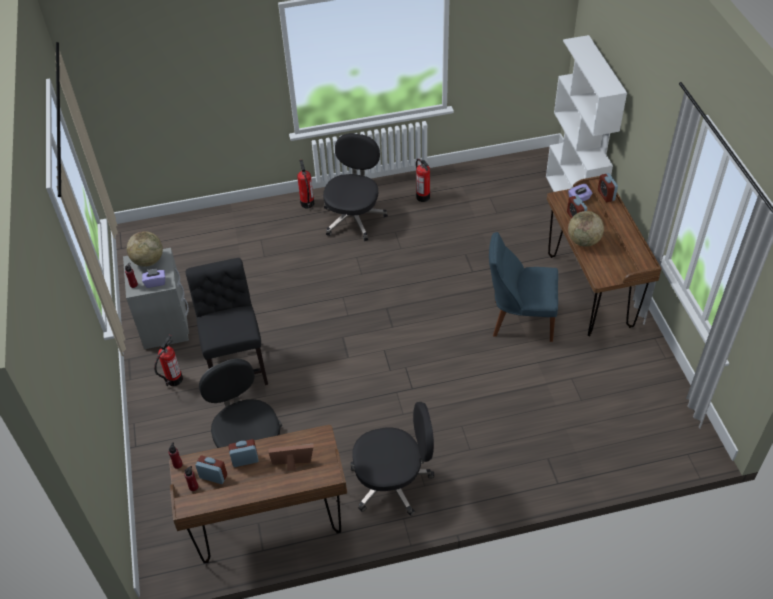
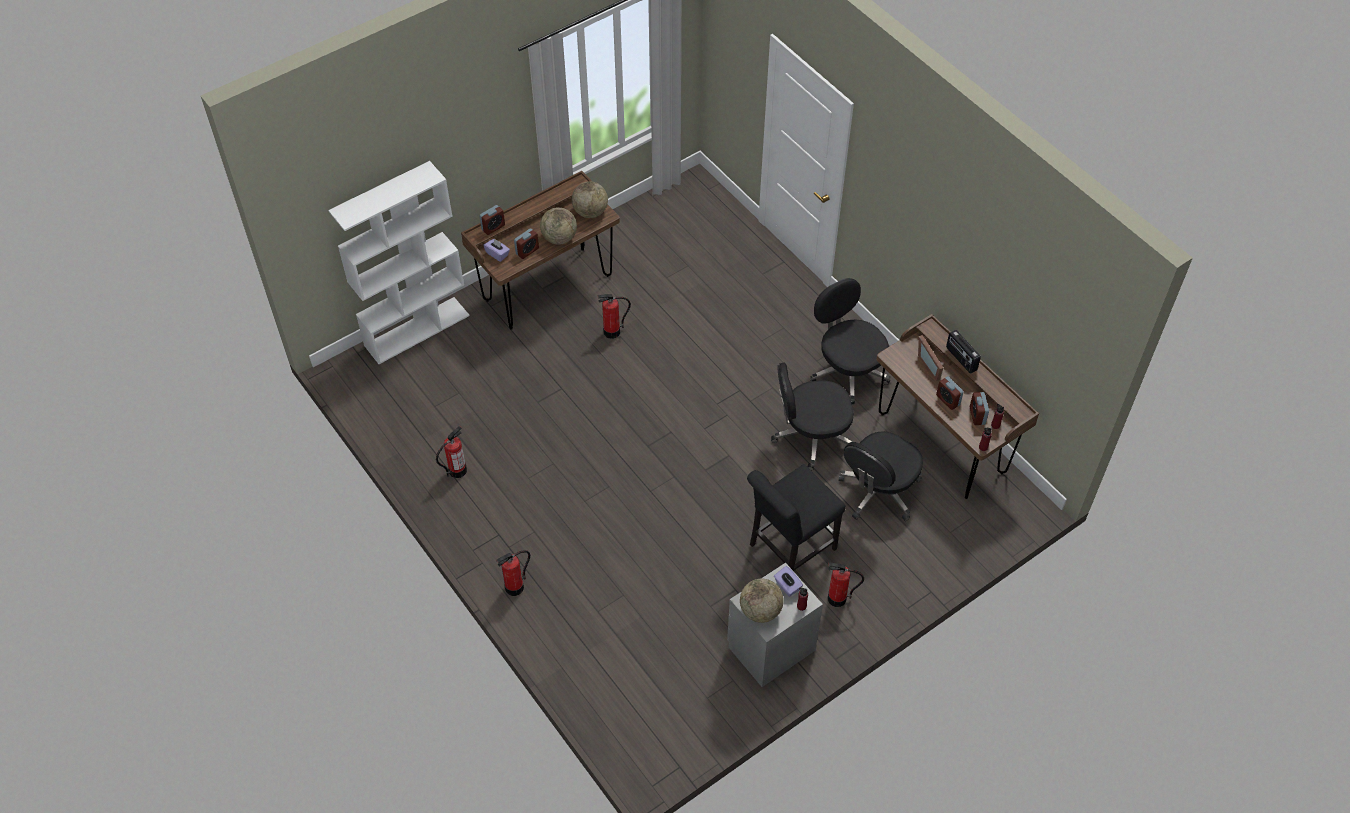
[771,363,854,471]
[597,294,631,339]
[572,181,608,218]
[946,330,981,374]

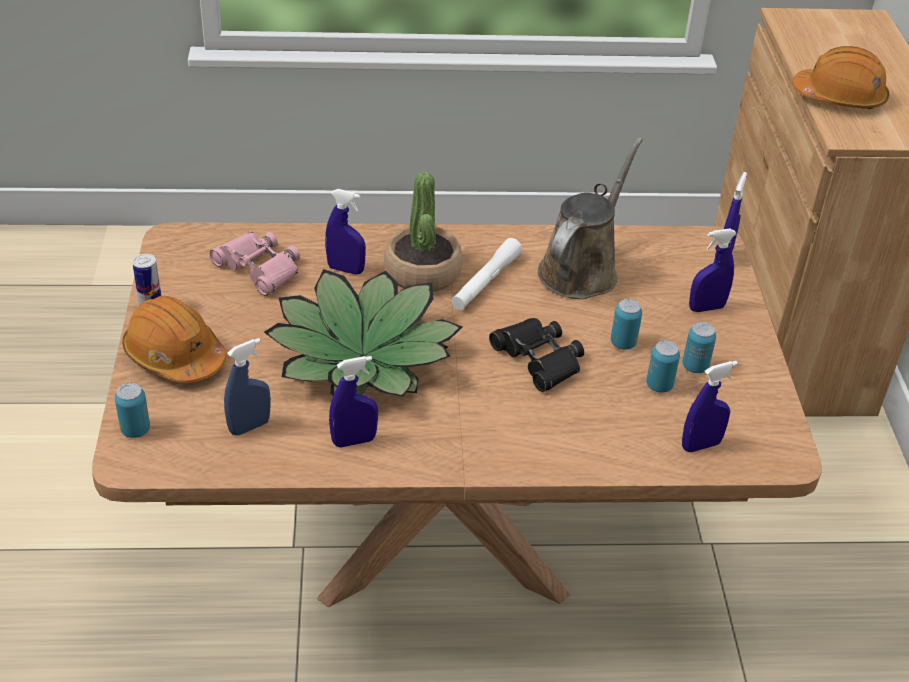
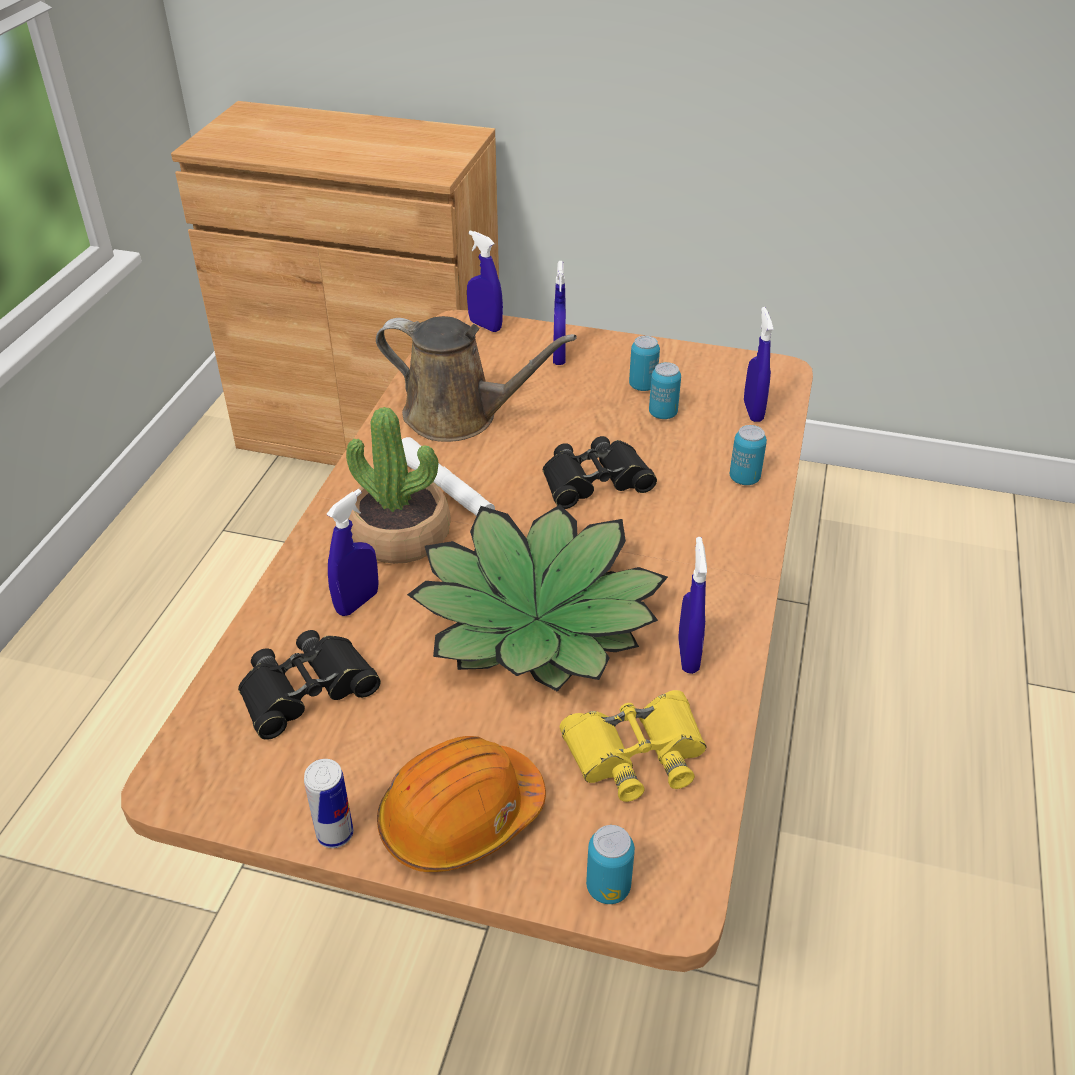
[238,630,381,740]
[560,690,706,802]
[376,316,577,442]
[730,425,767,485]
[792,46,889,109] (first image)

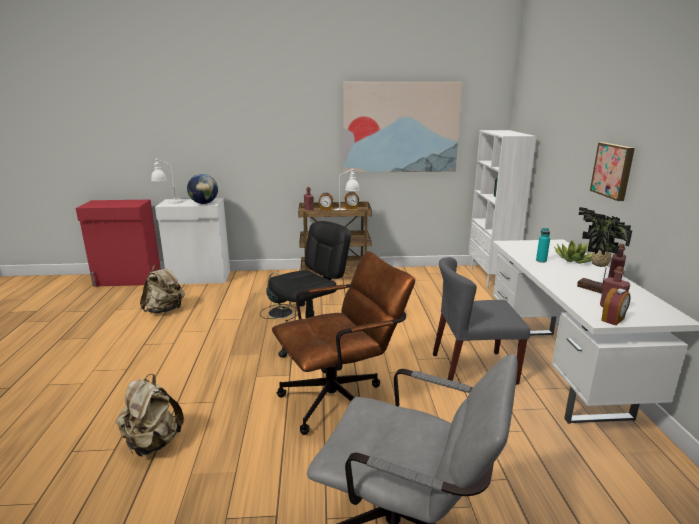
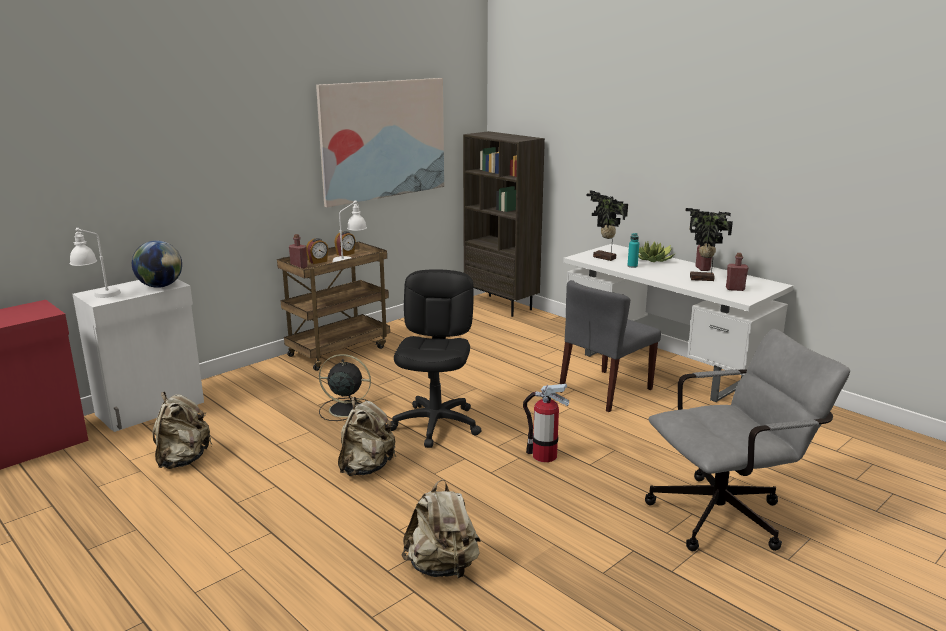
[523,384,569,462]
[463,131,545,317]
[590,142,635,201] (first image)
[601,288,631,325] (first image)
[338,397,396,476]
[587,190,628,261]

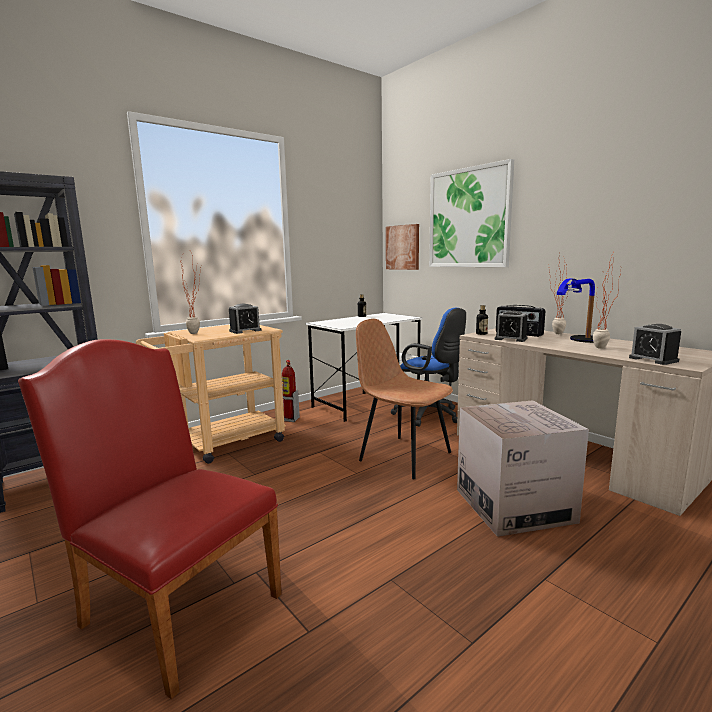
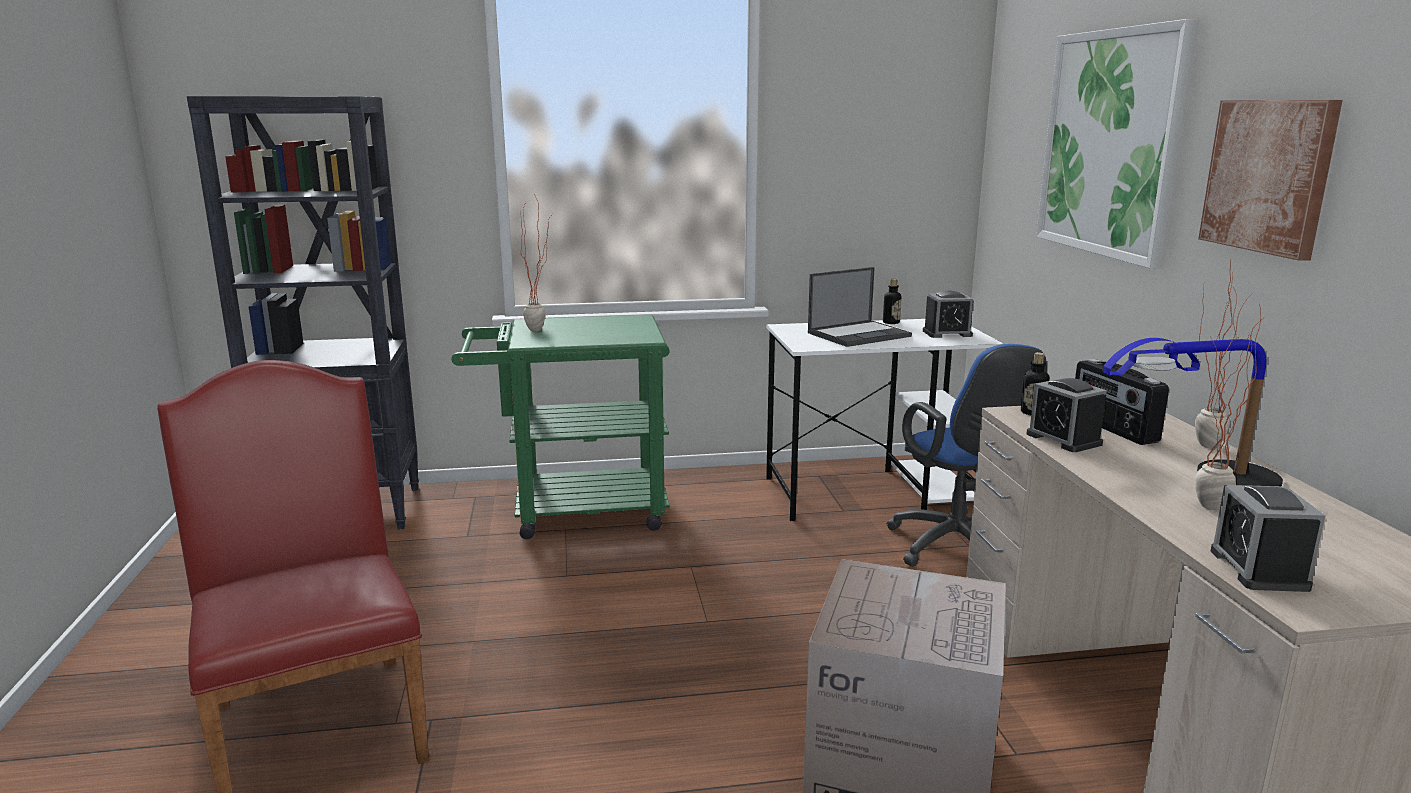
[452,315,670,539]
[923,290,973,338]
[282,360,300,422] (first image)
[356,319,453,479] (first image)
[1198,100,1343,261]
[808,267,912,347]

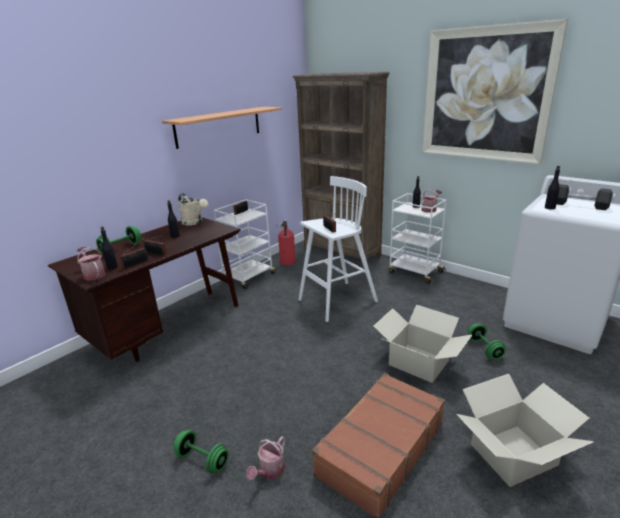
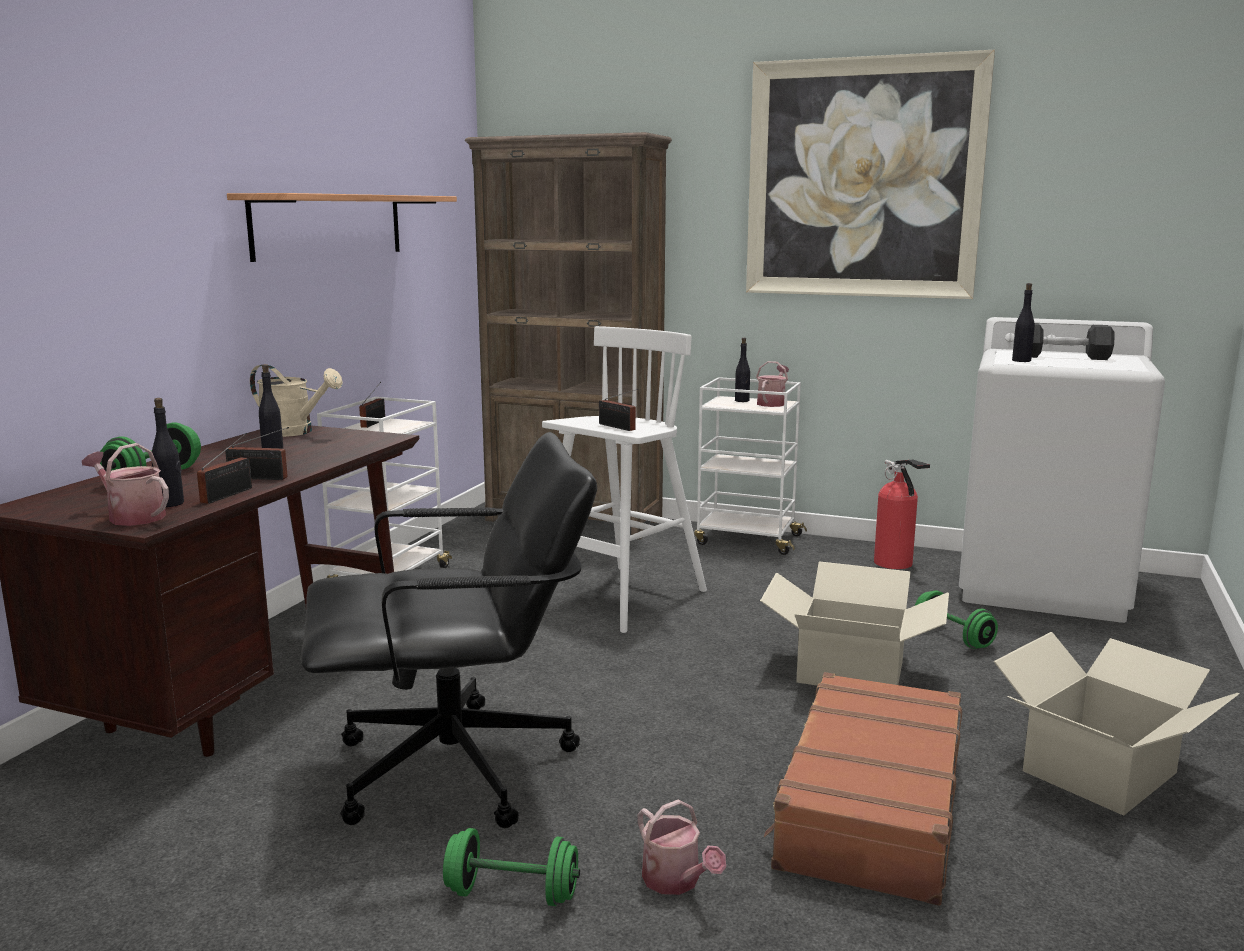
[637,800,726,895]
[874,459,930,569]
[301,432,597,828]

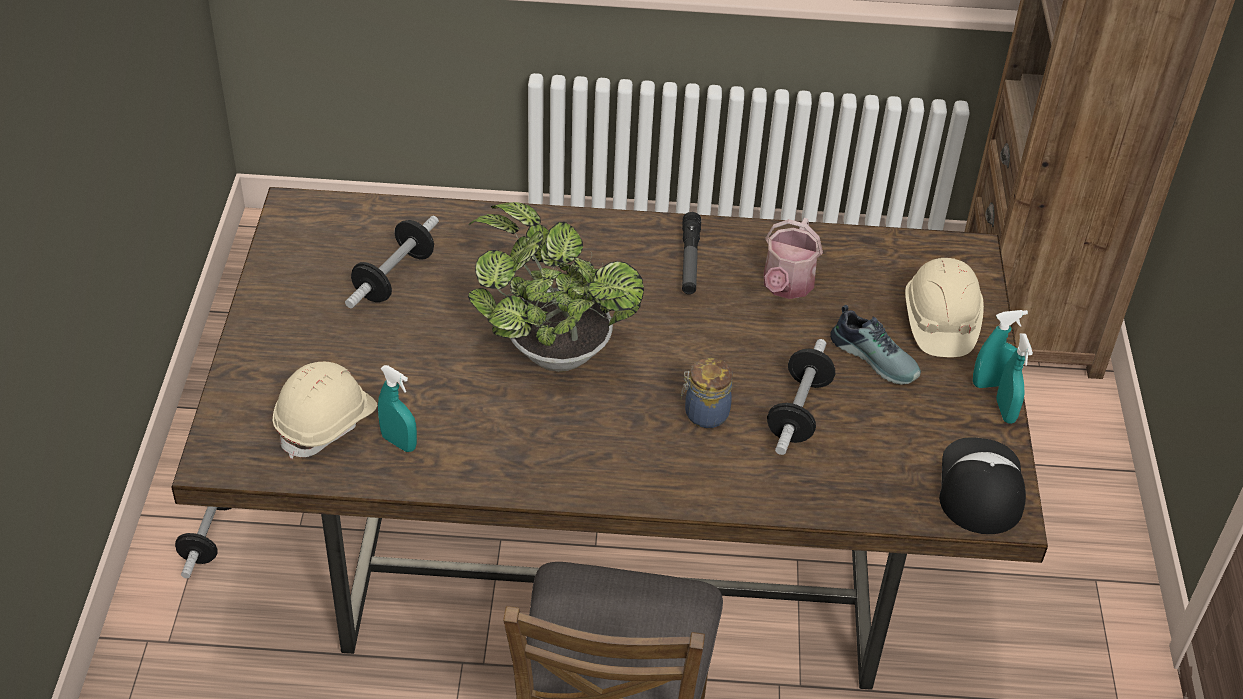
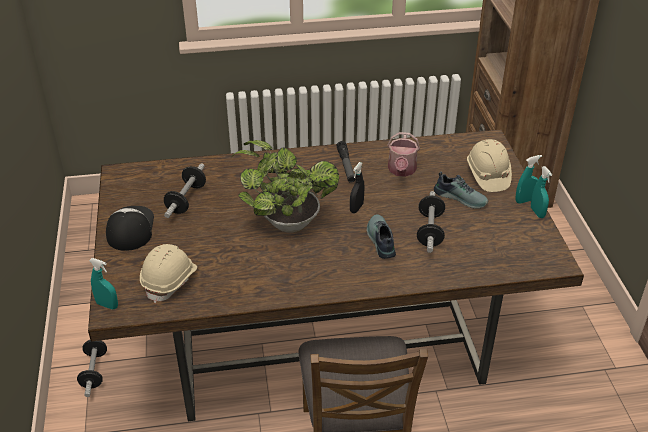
[89,258,118,310]
[366,214,396,259]
[106,206,154,251]
[350,162,365,213]

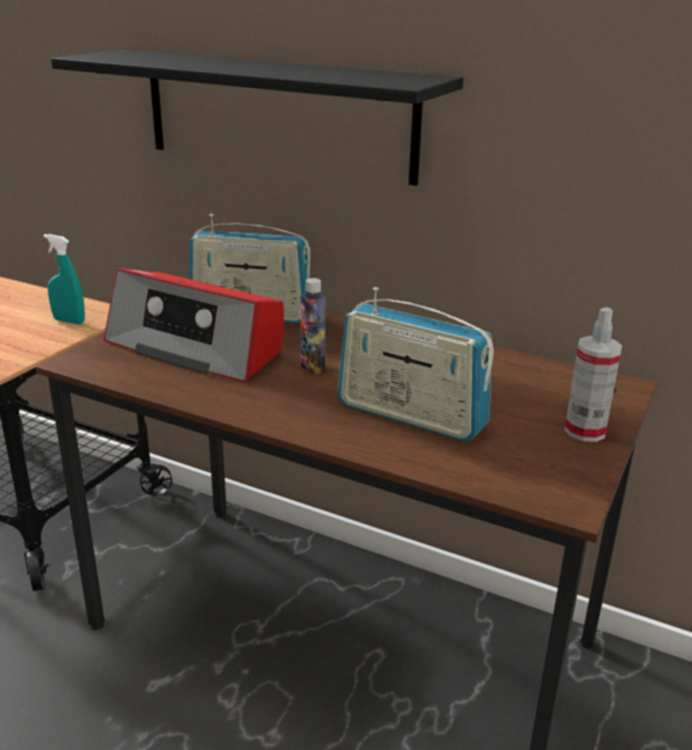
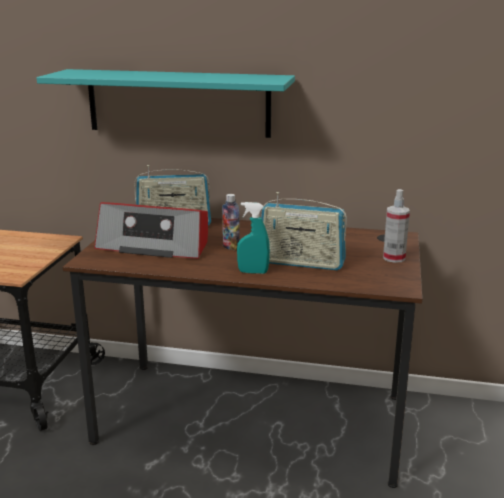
[237,202,270,274]
[37,69,295,138]

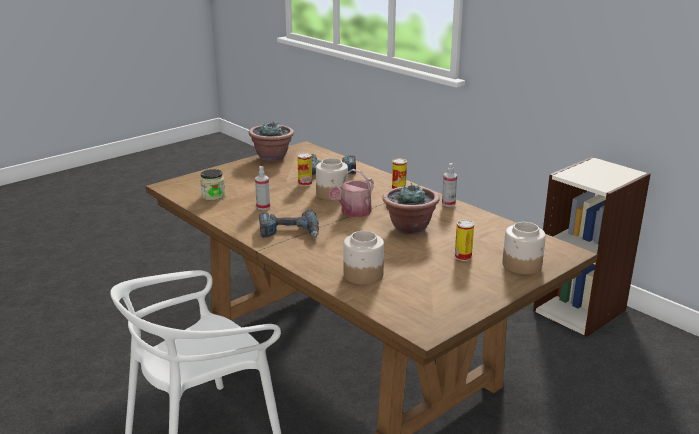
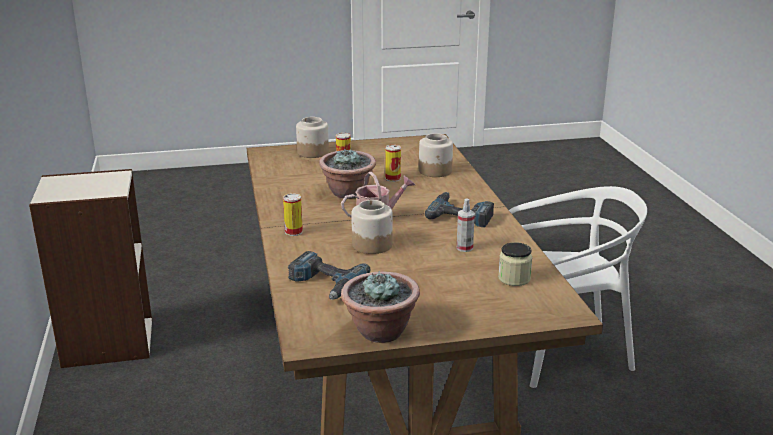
[385,145,401,182]
[442,163,457,207] (first image)

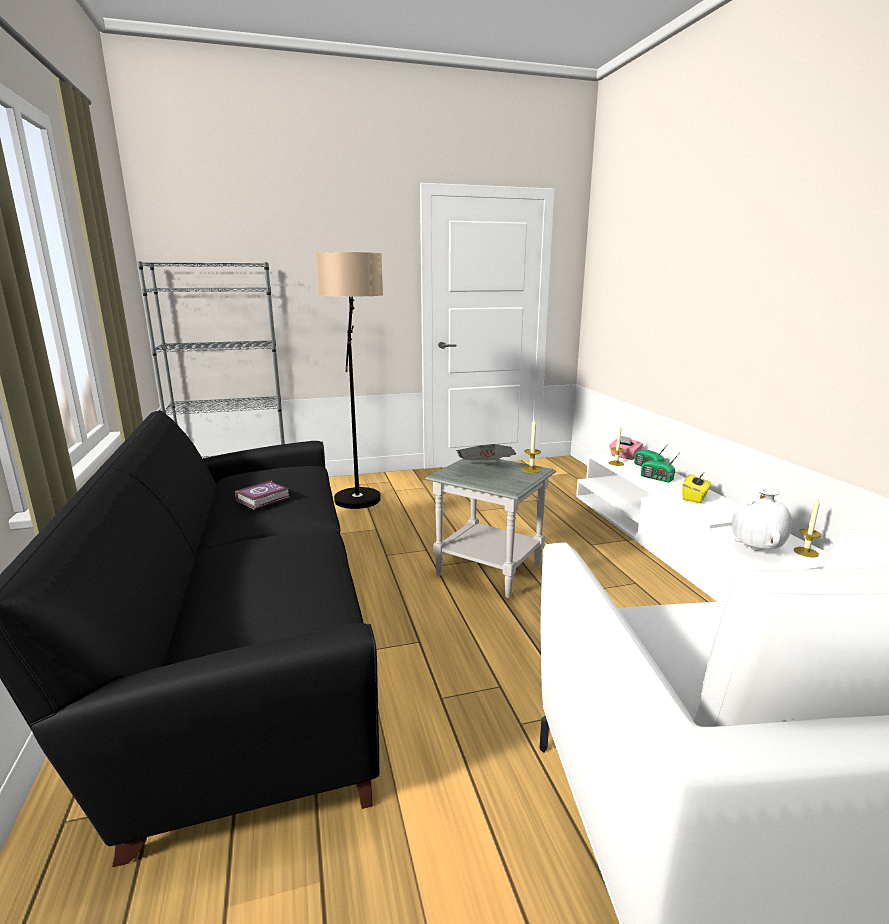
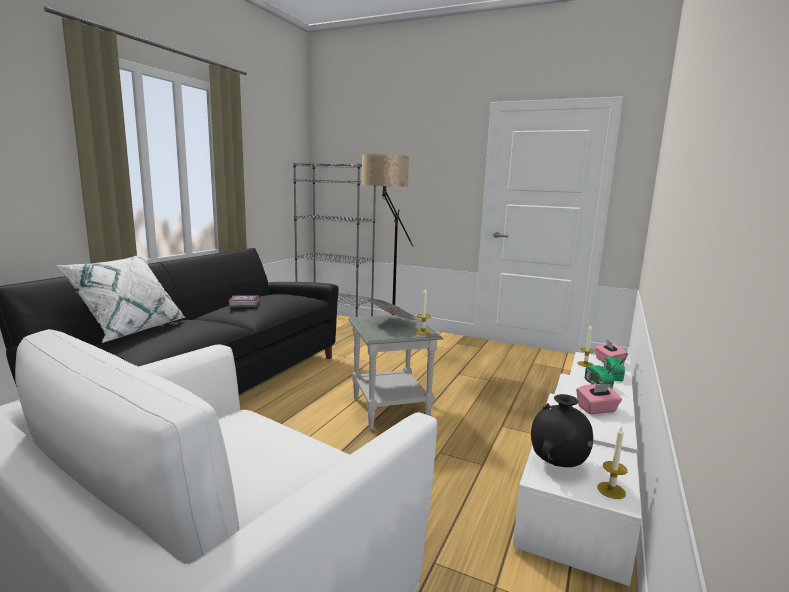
[576,384,622,414]
[531,394,593,467]
[56,254,185,343]

